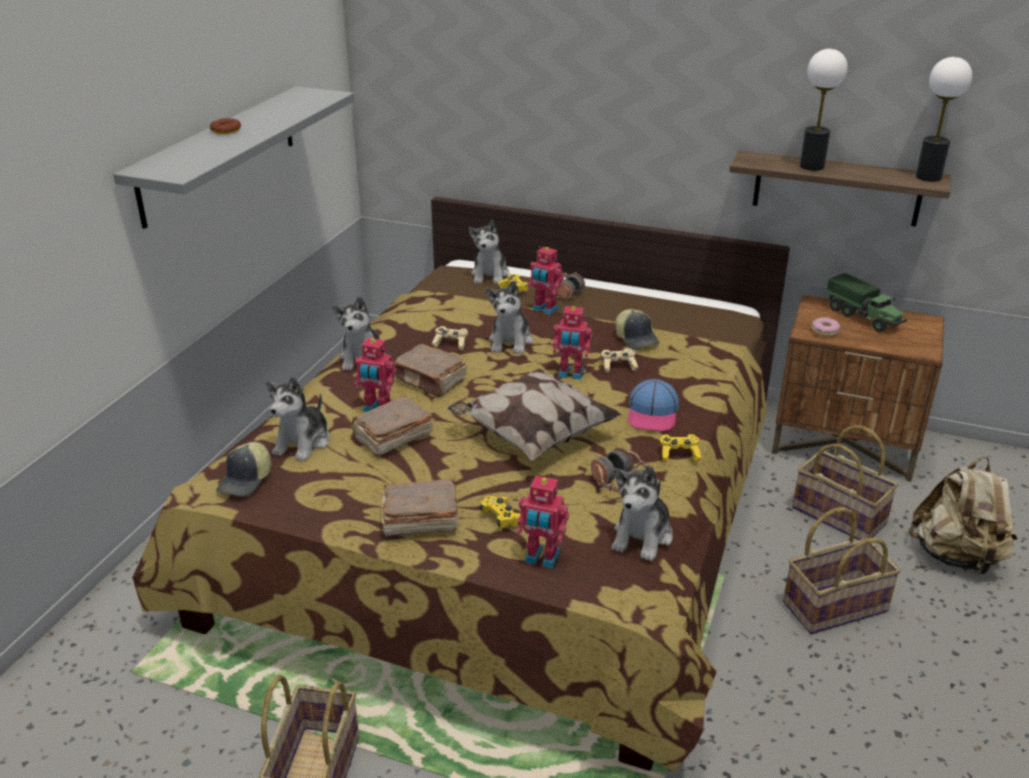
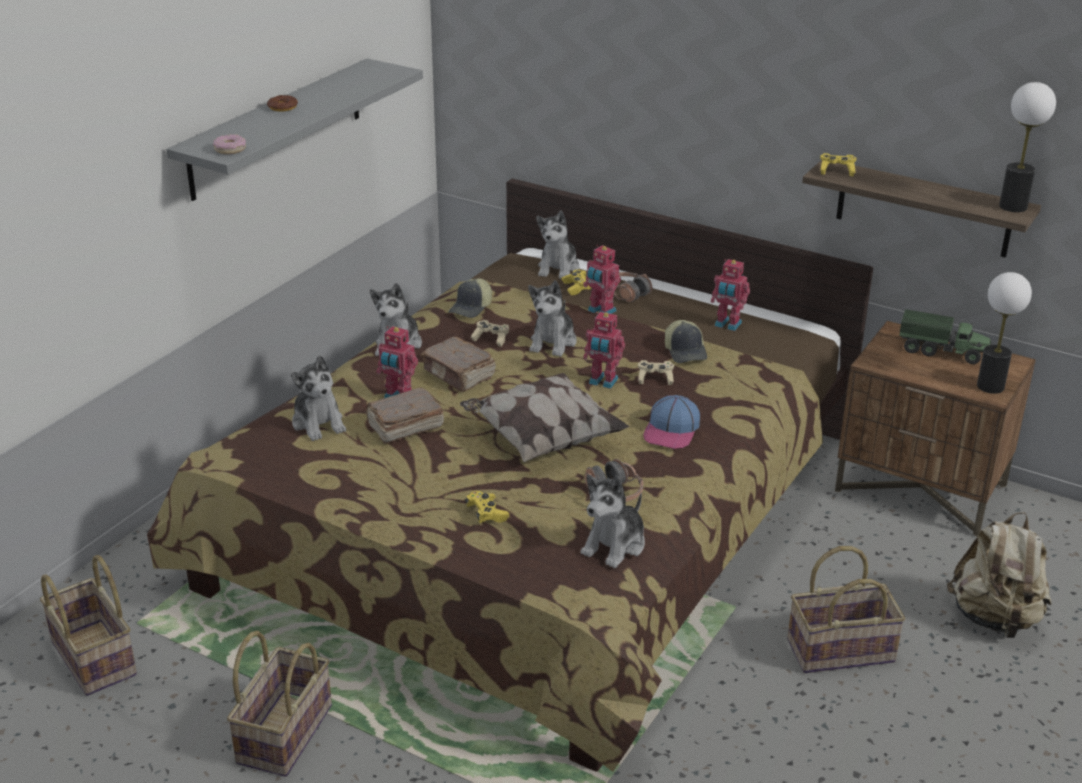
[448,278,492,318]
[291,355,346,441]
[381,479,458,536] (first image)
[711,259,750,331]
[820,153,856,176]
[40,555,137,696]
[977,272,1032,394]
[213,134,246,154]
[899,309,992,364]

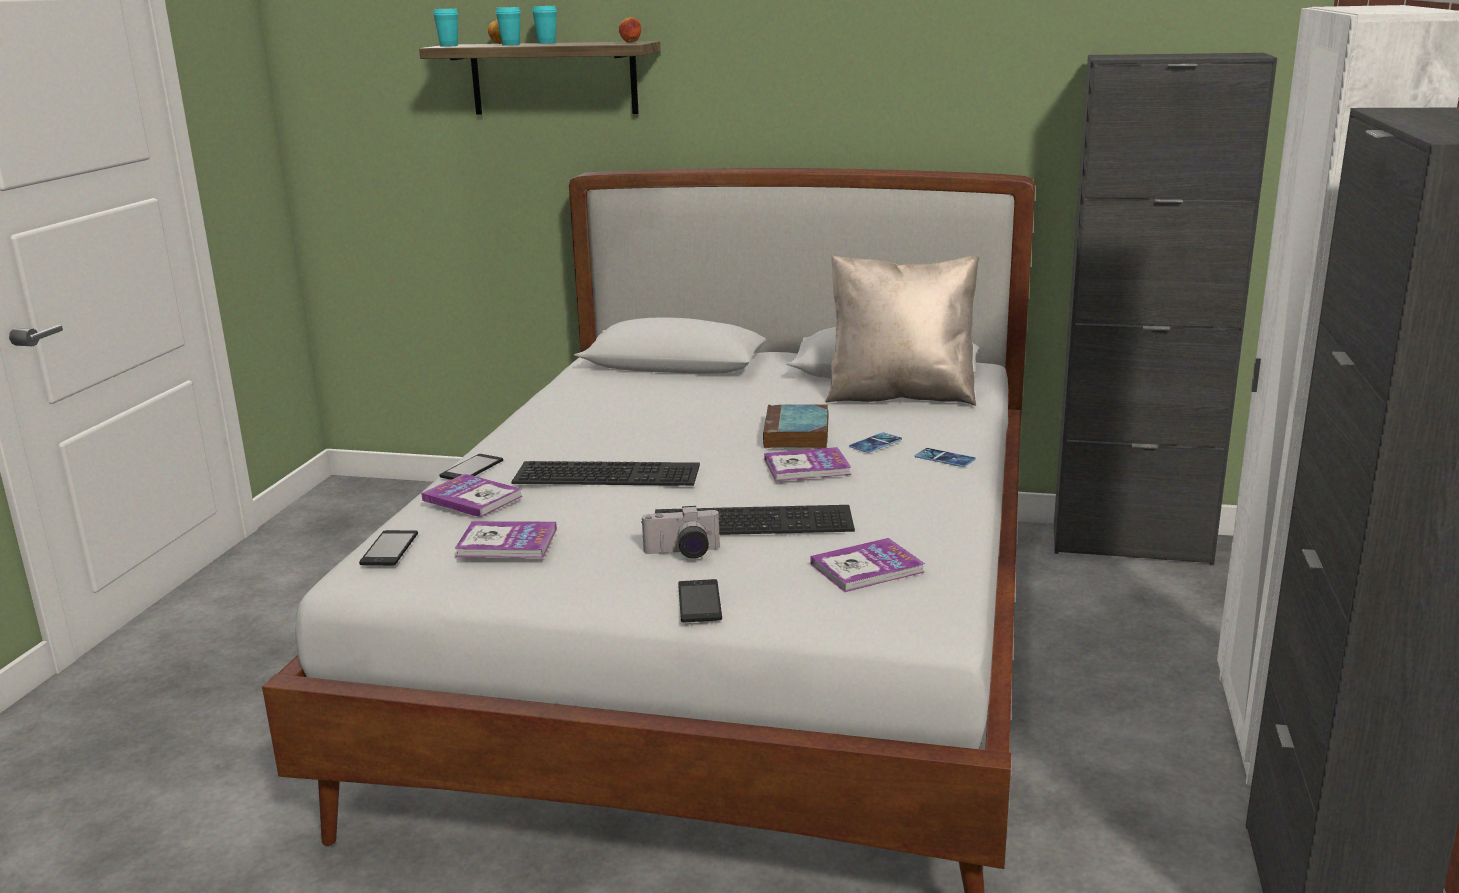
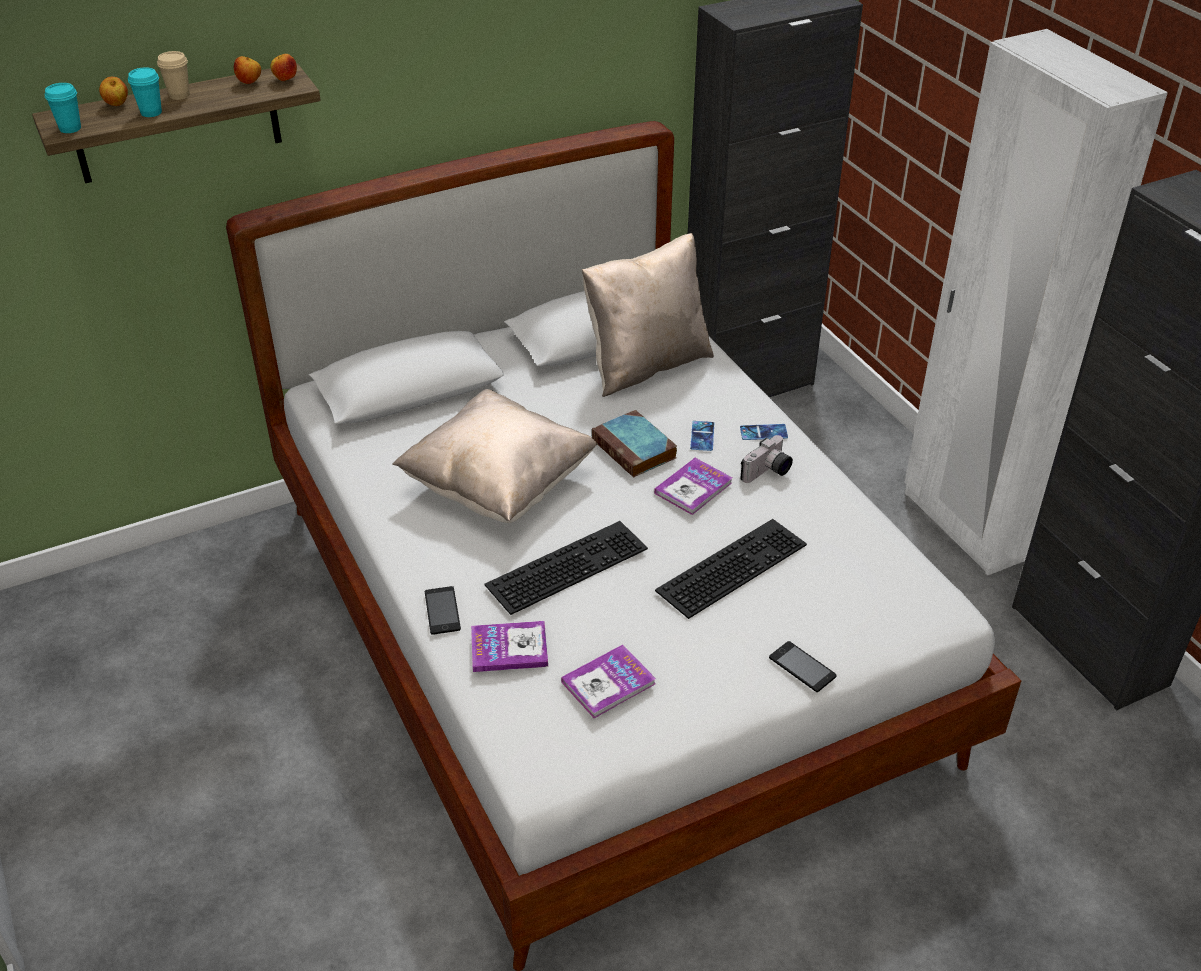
[359,530,418,565] (first image)
[157,51,190,100]
[740,435,793,483]
[810,538,925,592] (first image)
[234,56,261,84]
[392,389,598,523]

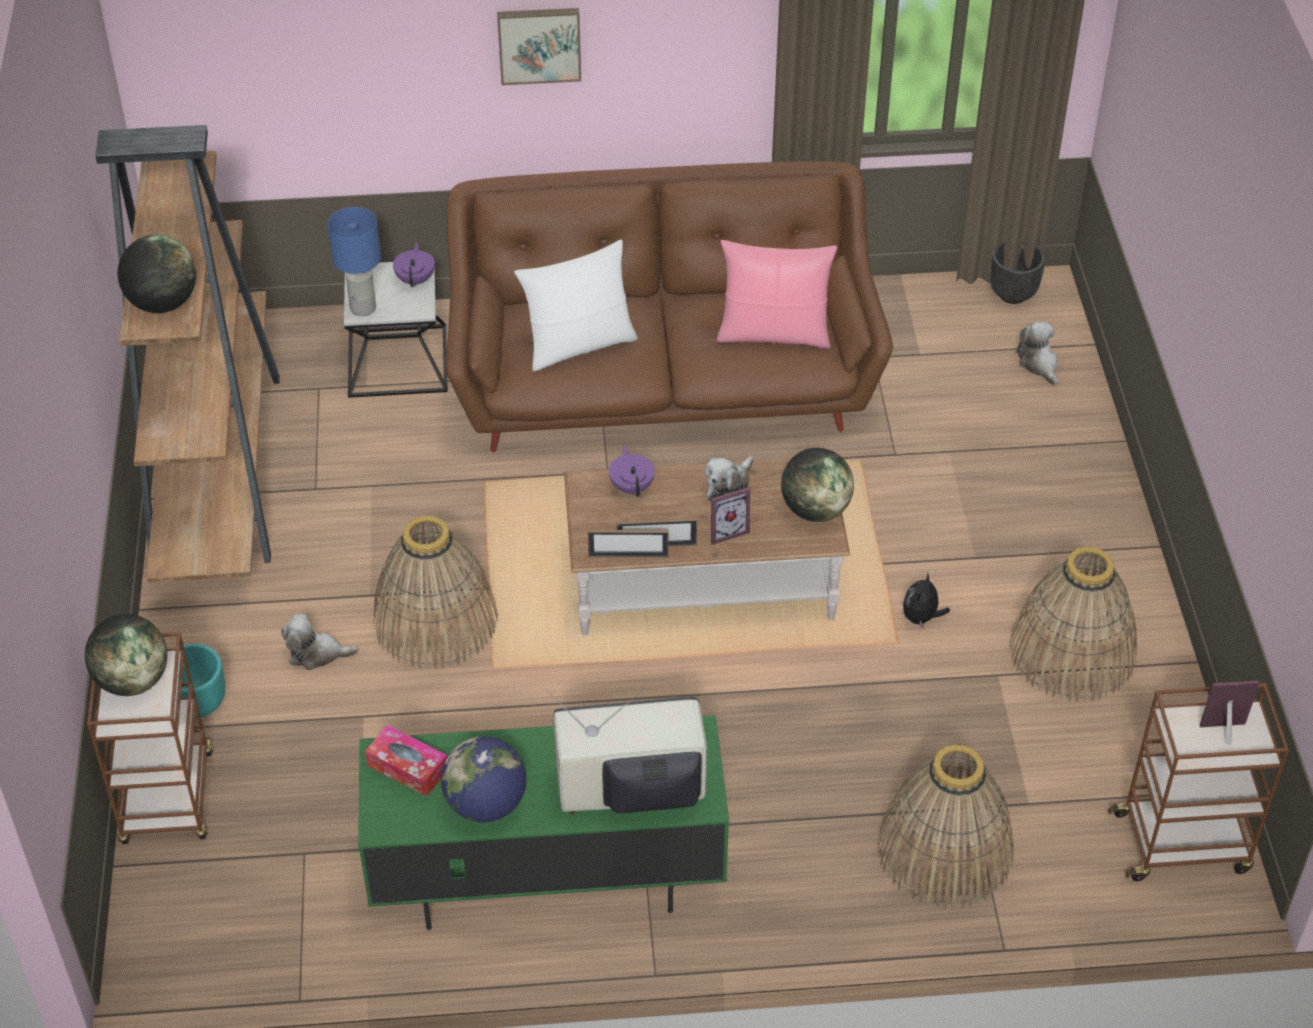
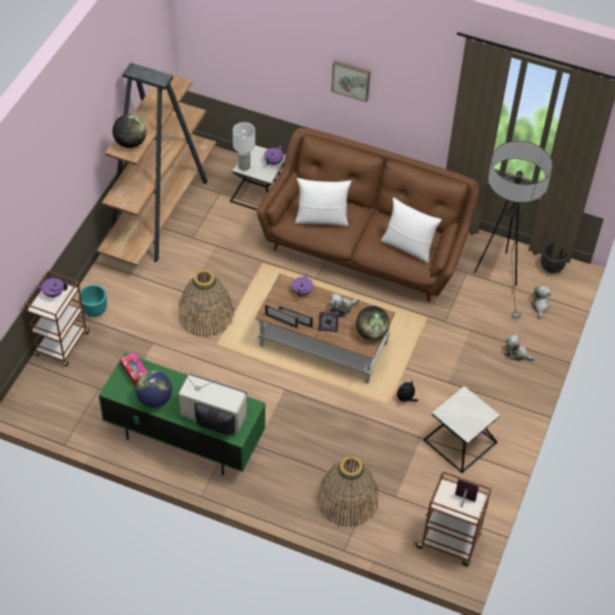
[35,278,68,297]
[504,334,535,361]
[233,122,255,171]
[381,197,442,263]
[423,386,500,473]
[474,141,553,320]

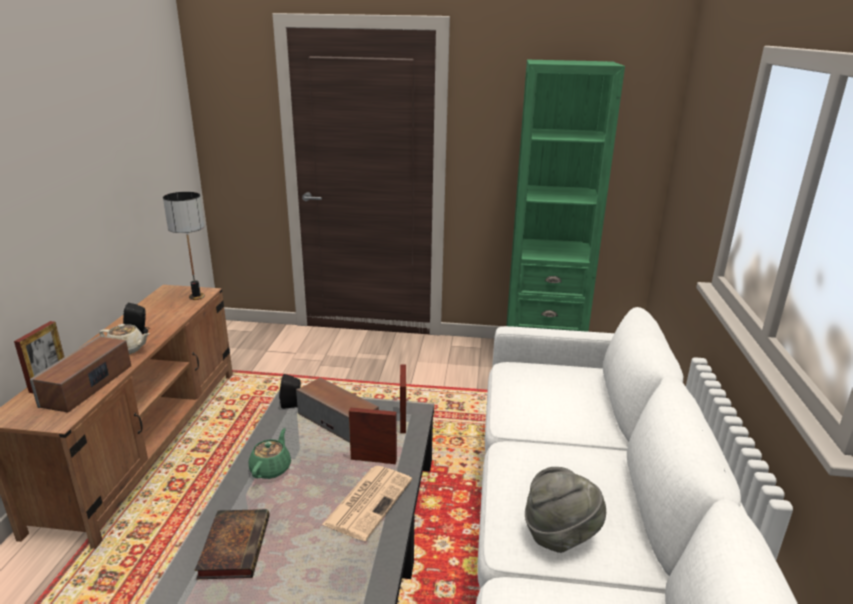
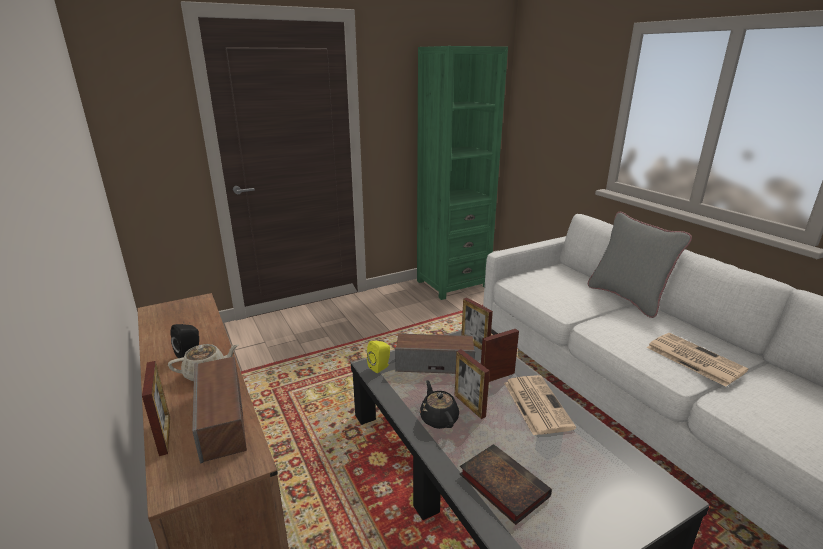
[163,192,205,300] (first image)
[420,380,459,429]
[367,341,390,373]
[647,333,748,387]
[455,349,490,419]
[588,212,692,318]

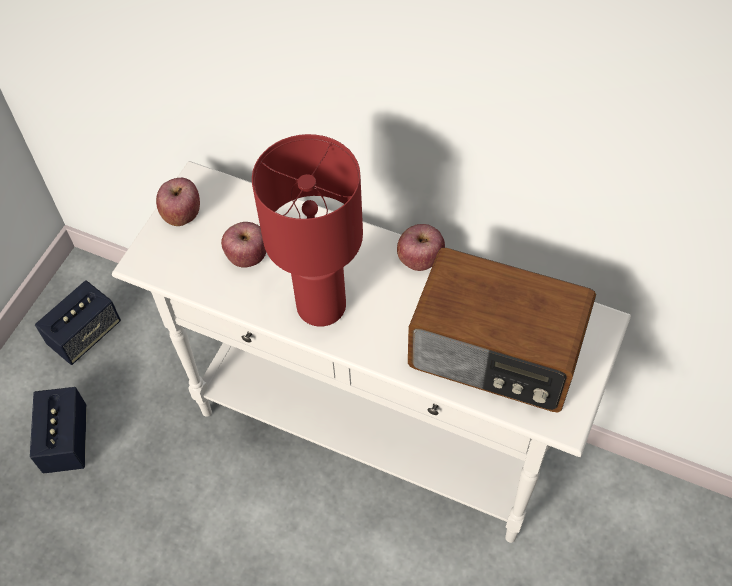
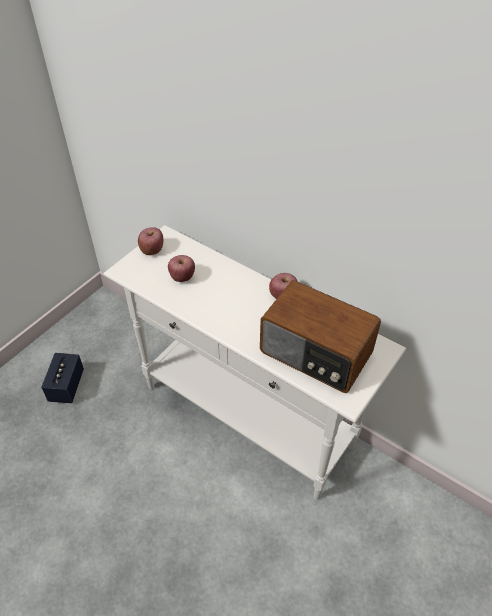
[35,280,121,365] (first image)
[252,134,363,327] (first image)

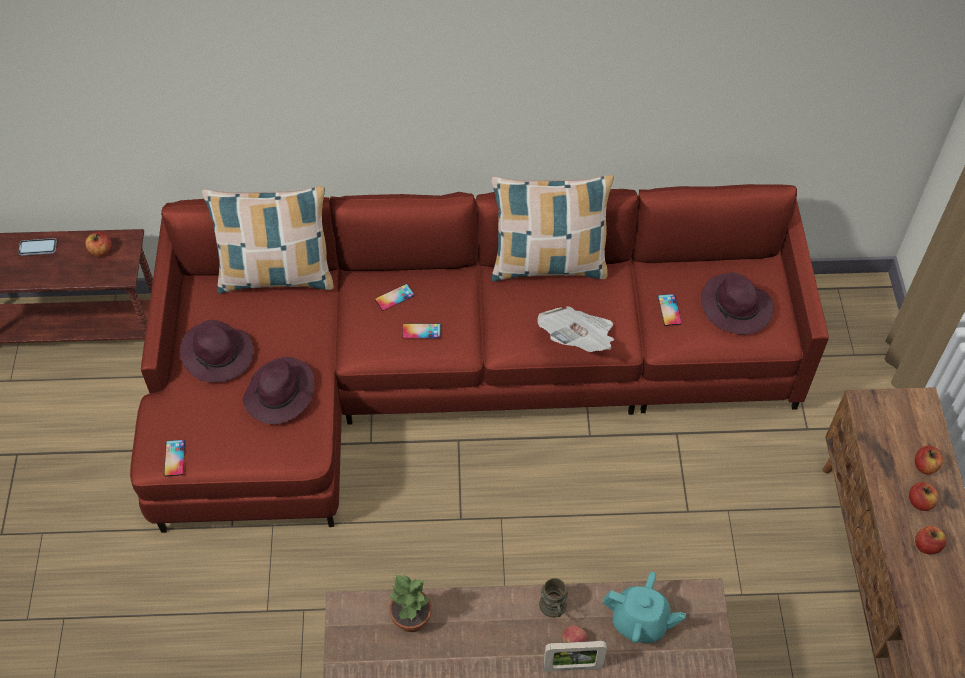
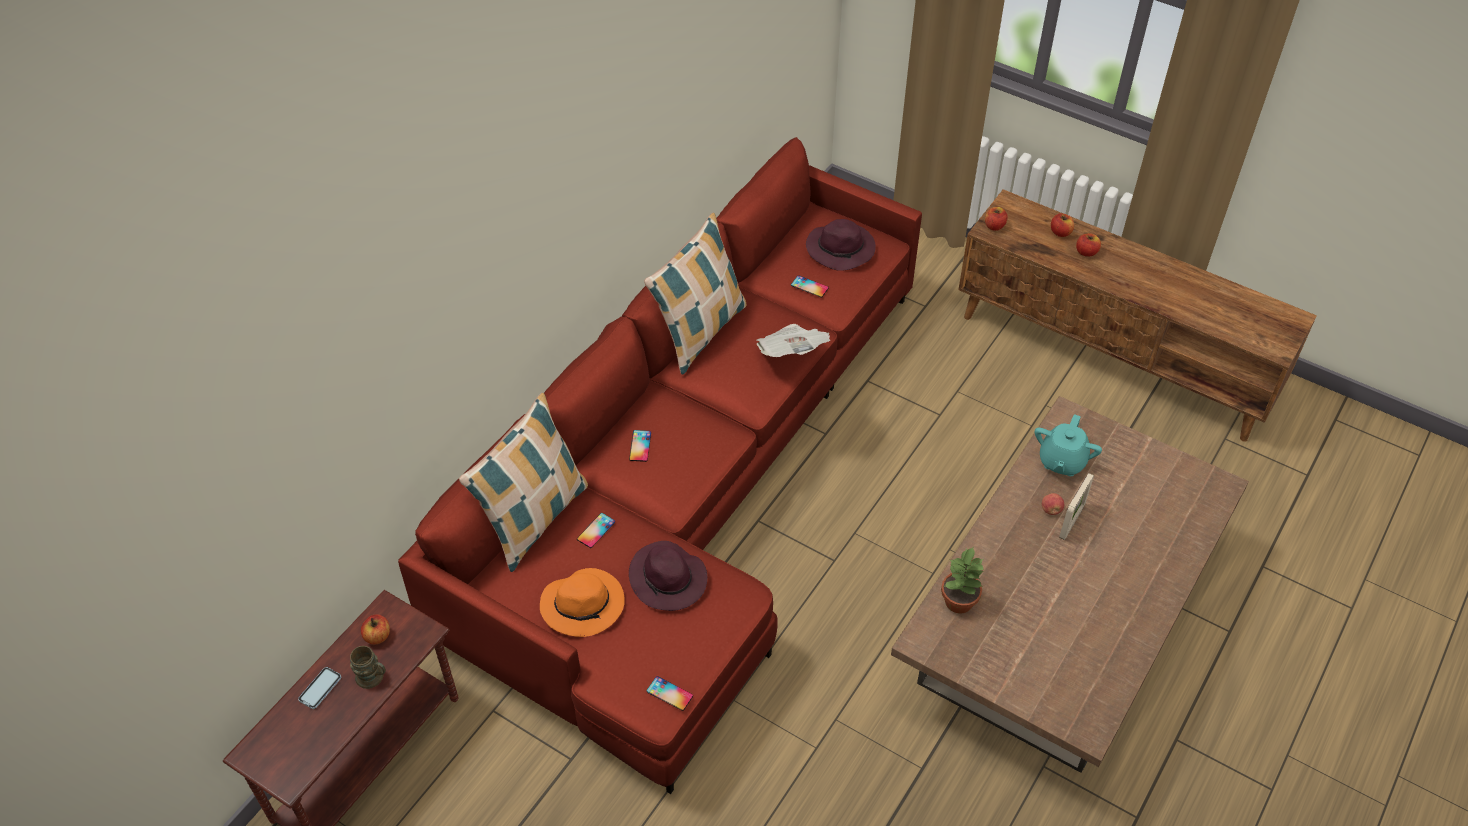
[540,568,625,637]
[577,513,615,548]
[350,646,386,689]
[1035,414,1102,476]
[985,207,1008,231]

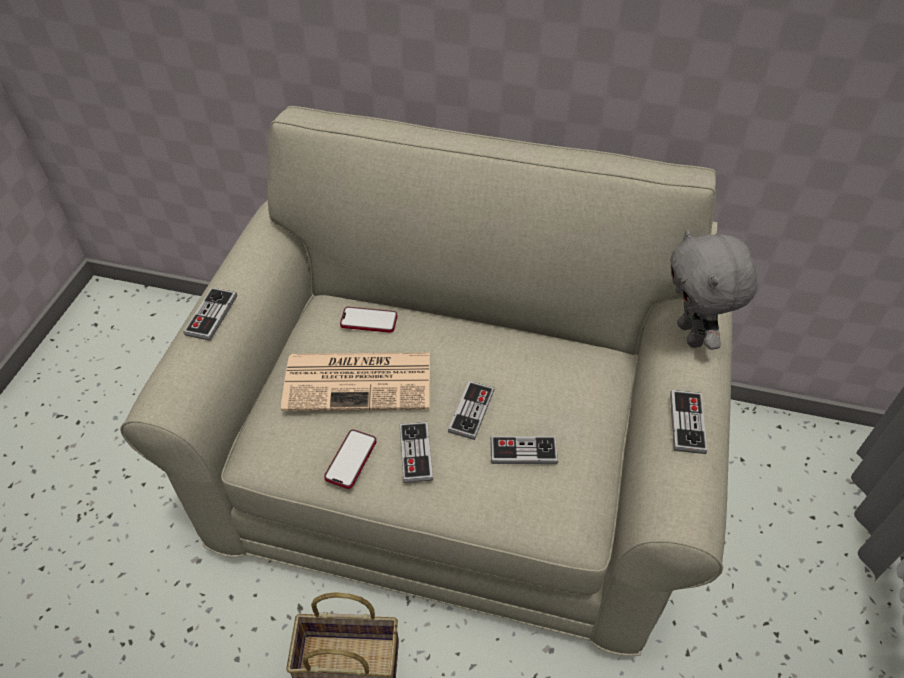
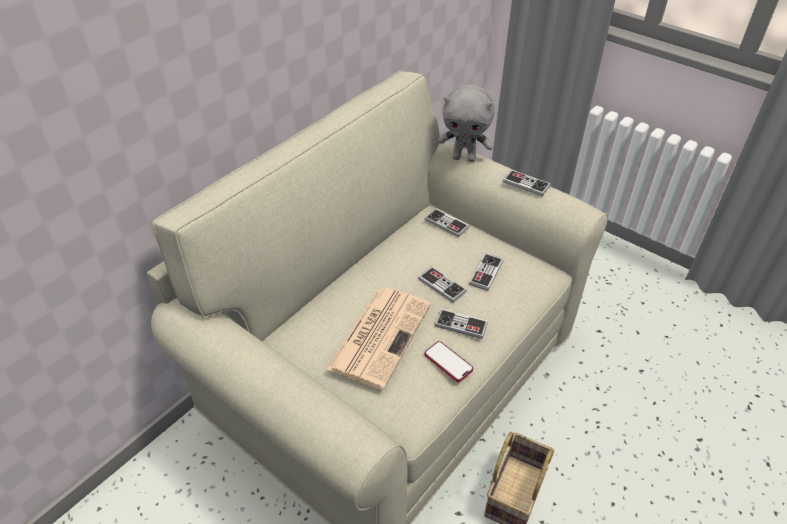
[425,208,469,238]
[340,307,397,333] (first image)

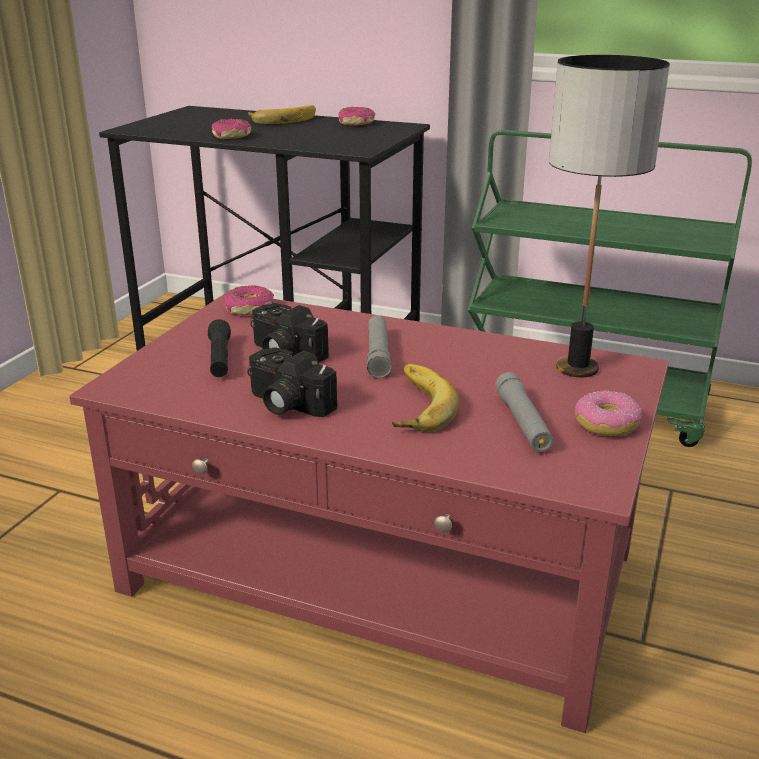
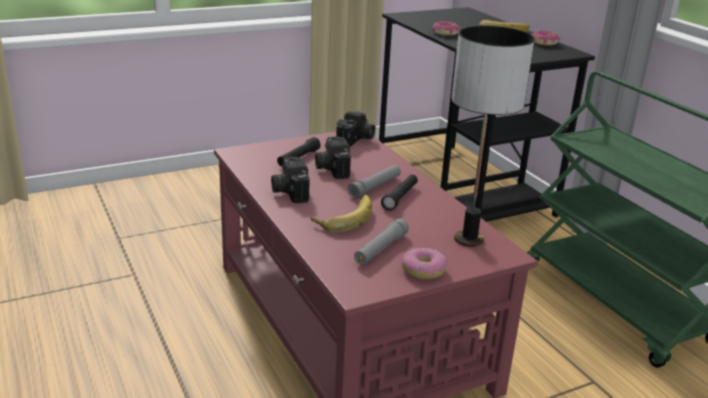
[336,111,375,147]
[381,175,418,211]

